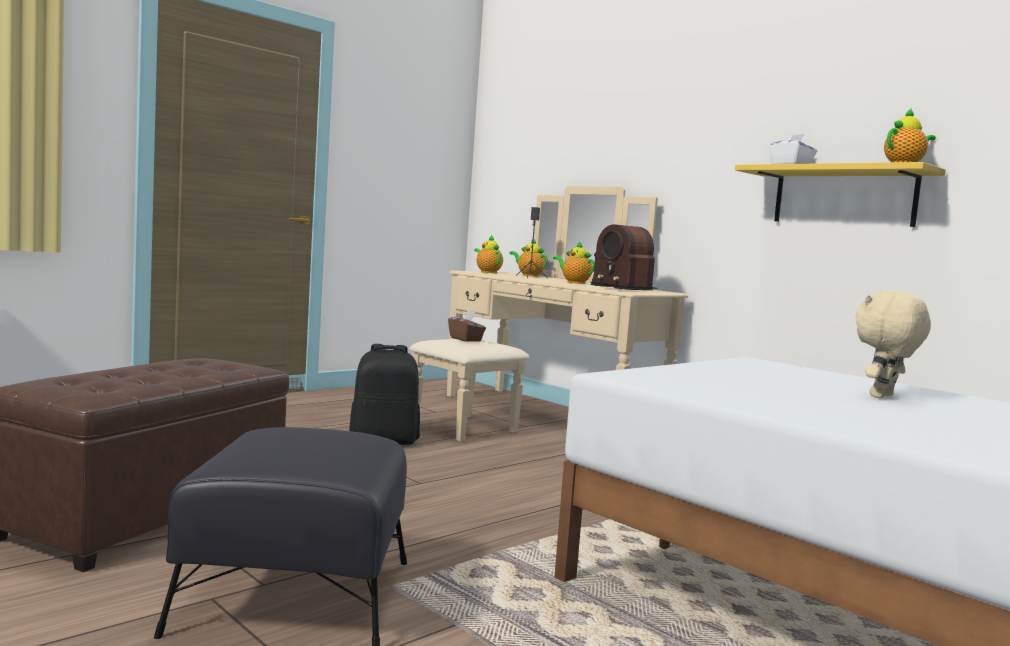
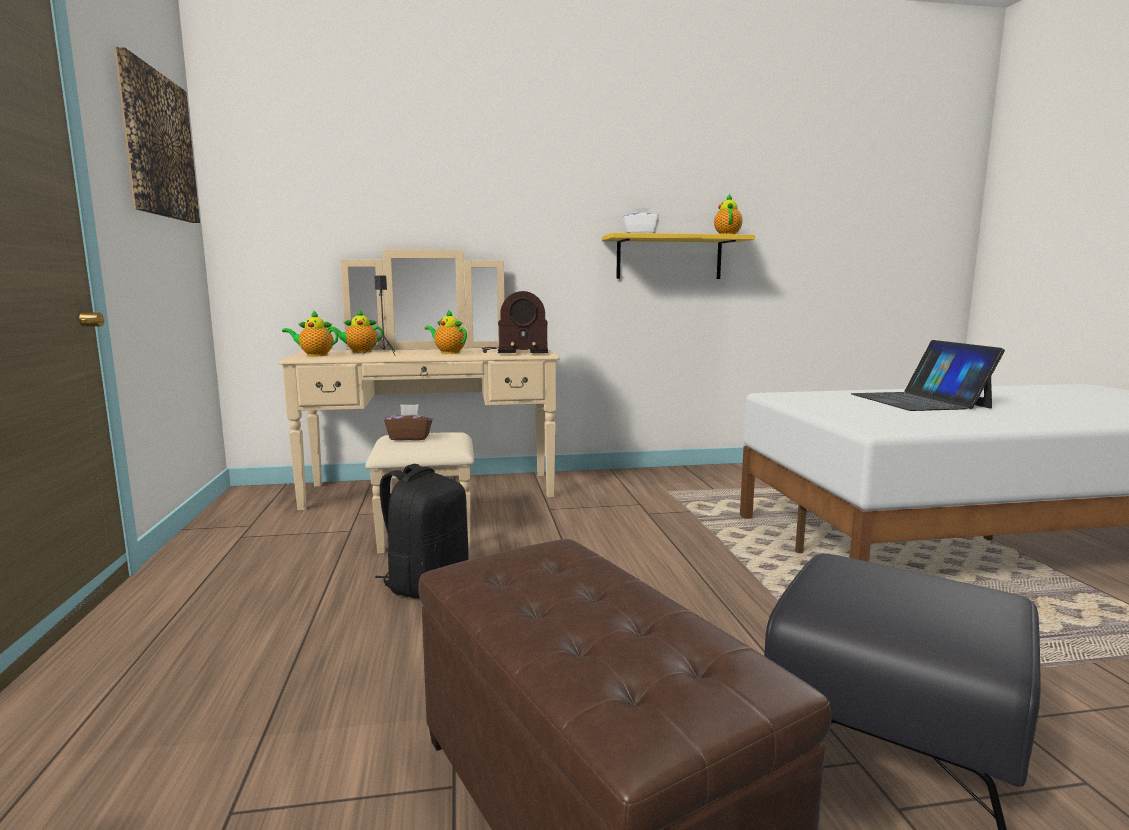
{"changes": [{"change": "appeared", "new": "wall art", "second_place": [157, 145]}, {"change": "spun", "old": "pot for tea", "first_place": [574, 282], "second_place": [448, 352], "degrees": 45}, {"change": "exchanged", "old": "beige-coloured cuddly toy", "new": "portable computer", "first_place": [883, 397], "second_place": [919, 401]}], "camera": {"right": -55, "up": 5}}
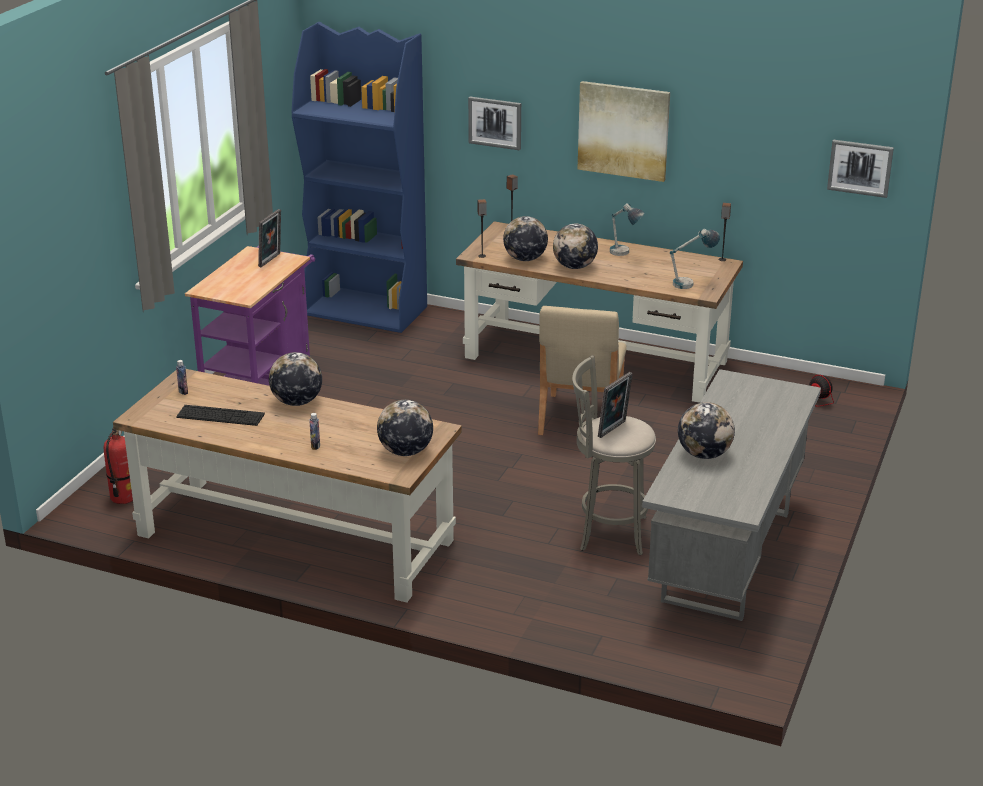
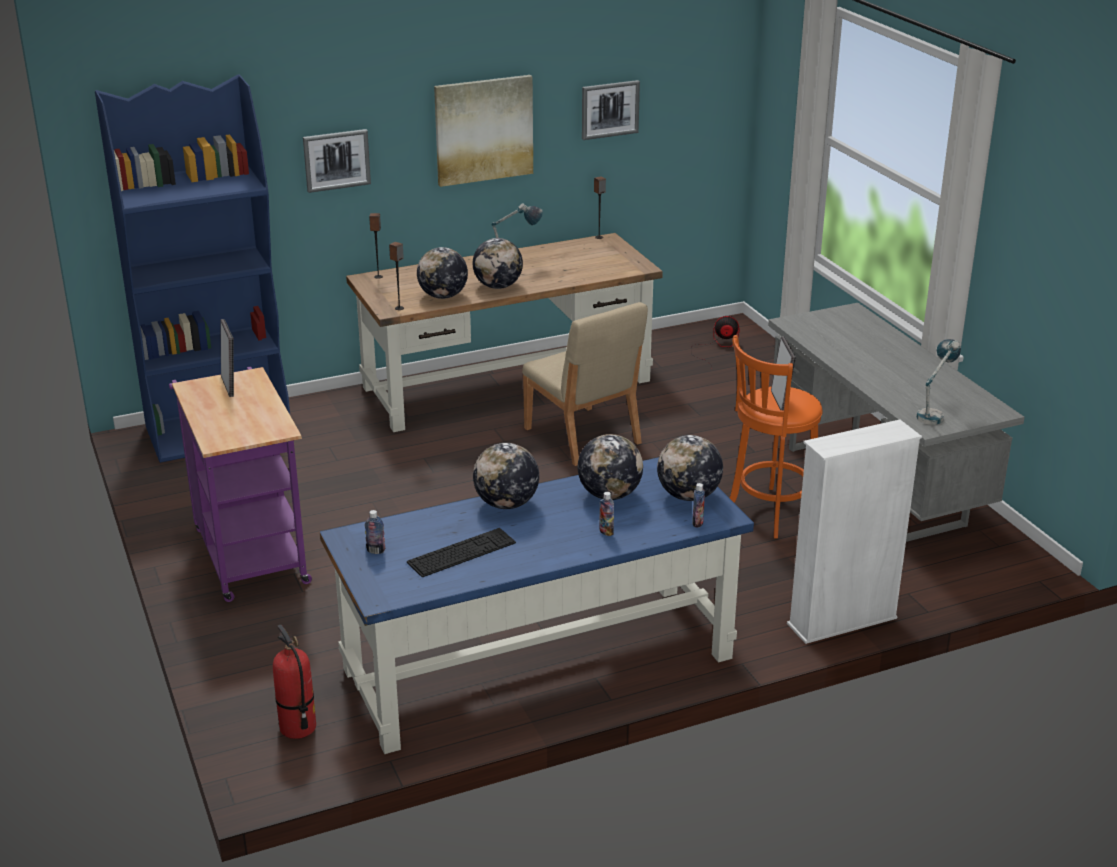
{"changes": [{"change": "colour", "old": "brownish desk table", "new": "blue desk table", "first_place": [293, 538], "second_place": [537, 665]}, {"change": "relocated", "old": "desk globe", "first_place": [704, 454], "second_place": [609, 495]}, {"change": "relocated", "old": "wall art", "first_place": [860, 168], "second_place": [609, 109]}, {"change": "appeared", "new": "beverage bottle", "second_place": [697, 523]}, {"change": "colour", "old": "greyish stool", "new": "orangey stool", "first_place": [608, 533], "second_place": [769, 514]}, {"change": "appeared", "new": "white-coloured shelving unit", "second_place": [842, 621]}, {"change": "relocated", "old": "tabletop lamp", "first_place": [691, 283], "second_place": [934, 413]}], "camera": {"right": -45, "up": 0}}
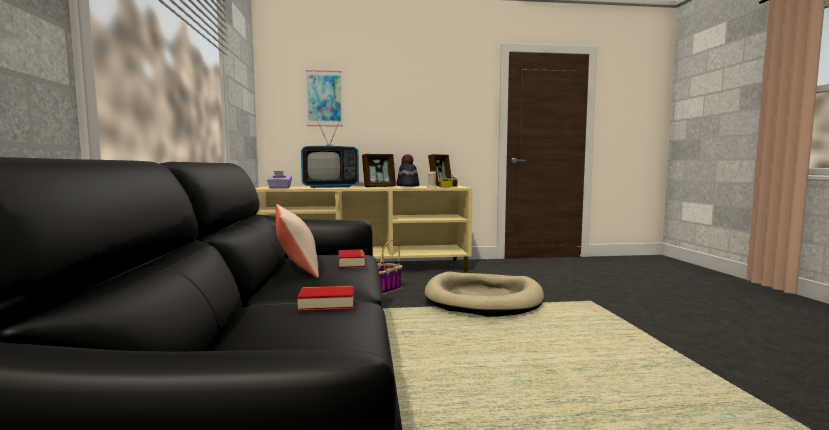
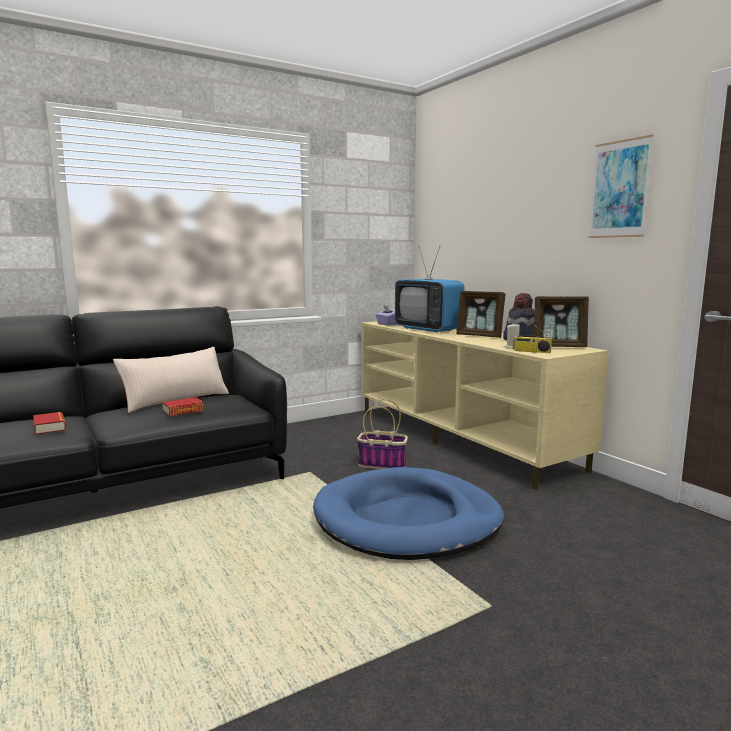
{"changes": [{"change": "colour", "old": "beige-coloured dog cushion", "new": "blue dog cushion", "first_place": [483, 299], "second_place": [407, 520]}, {"change": "relocated", "old": "wall art", "first_place": [324, 98], "second_place": [619, 189]}], "camera": {"right": 65, "up": 5}}
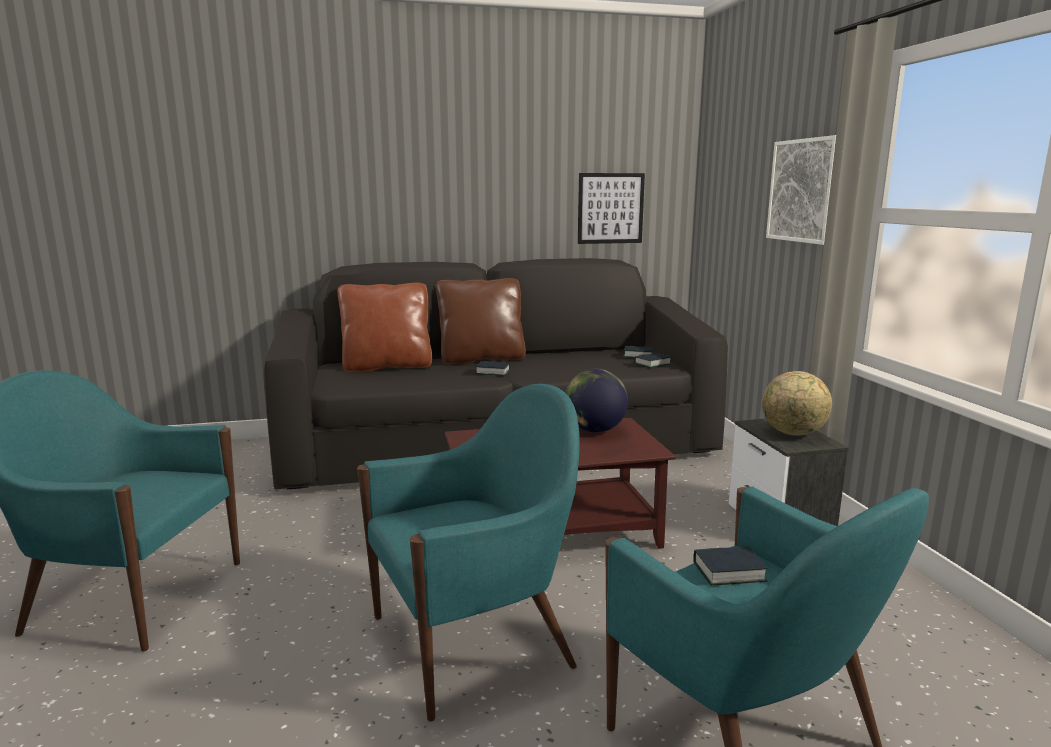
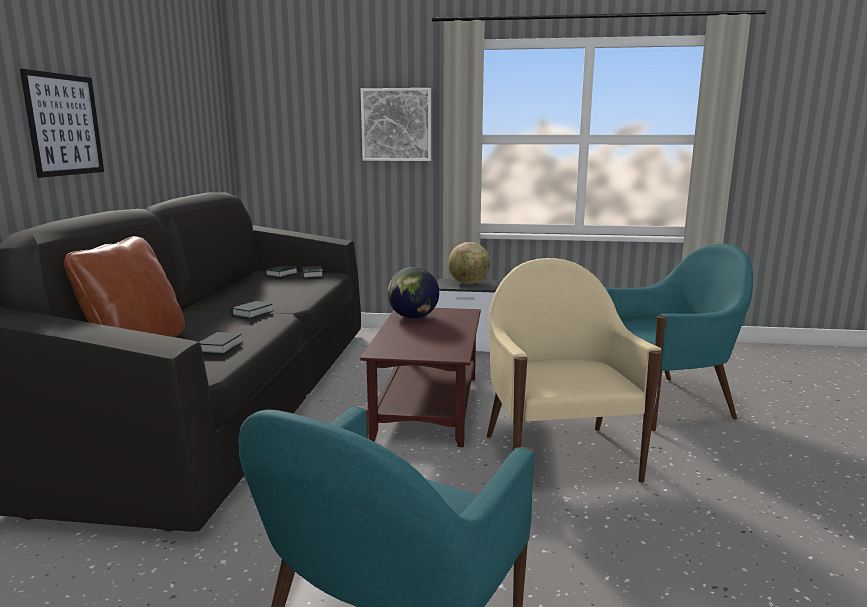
{"changes": [{"change": "relocated", "old": "wall art", "first_place": [610, 208], "second_place": [64, 125]}, {"change": "relocated", "old": "bound book", "first_place": [728, 572], "second_place": [219, 348]}, {"change": "colour", "old": "blue-green lounge chair", "new": "beige-coloured lounge chair", "first_place": [475, 640], "second_place": [558, 456]}, {"change": "missing", "old": "brownish throw pillow", "first_place": [481, 359]}], "camera": {"right": -70, "up": 0}}
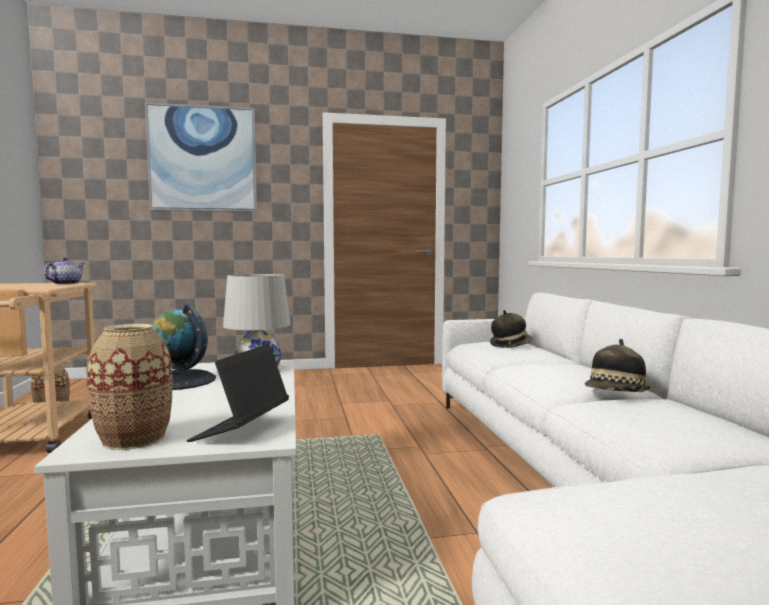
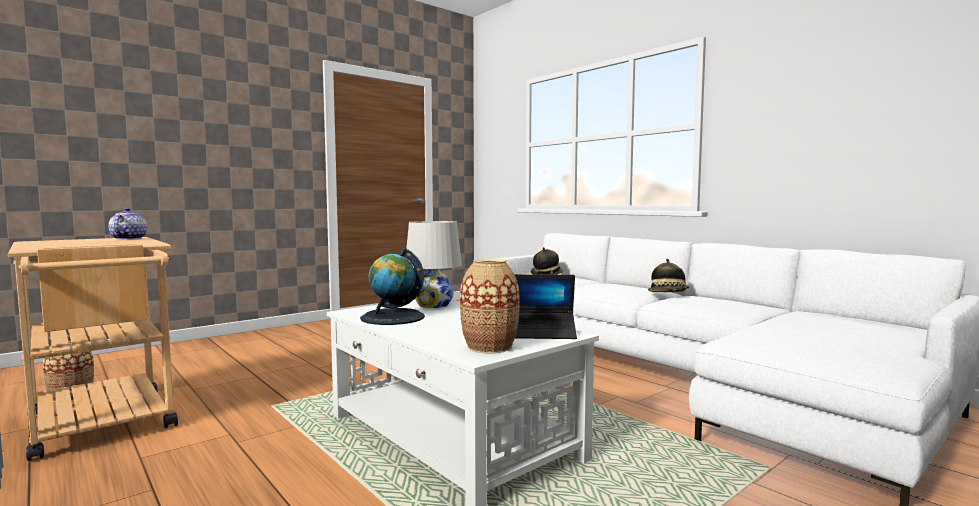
{"changes": [{"change": "spun", "old": "portable computer", "first_place": [241, 429], "second_place": [540, 333], "degrees": -75}, {"change": "missing", "old": "wall art", "first_place": [203, 159]}], "camera": {"right": -30, "up": 0}}
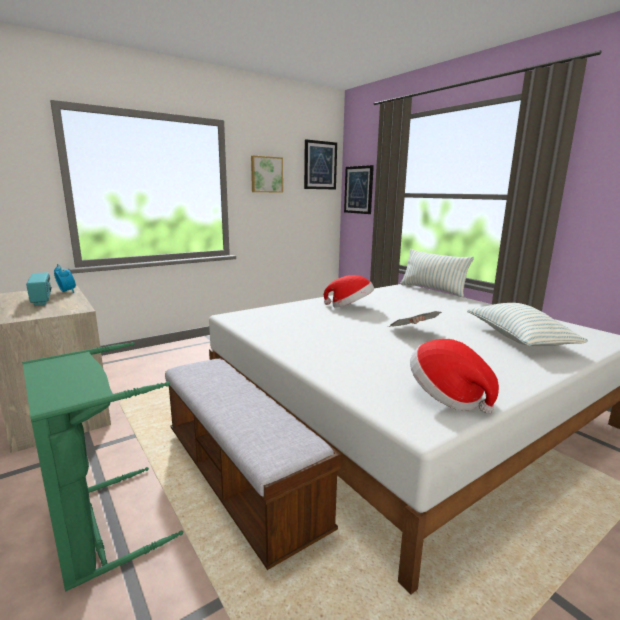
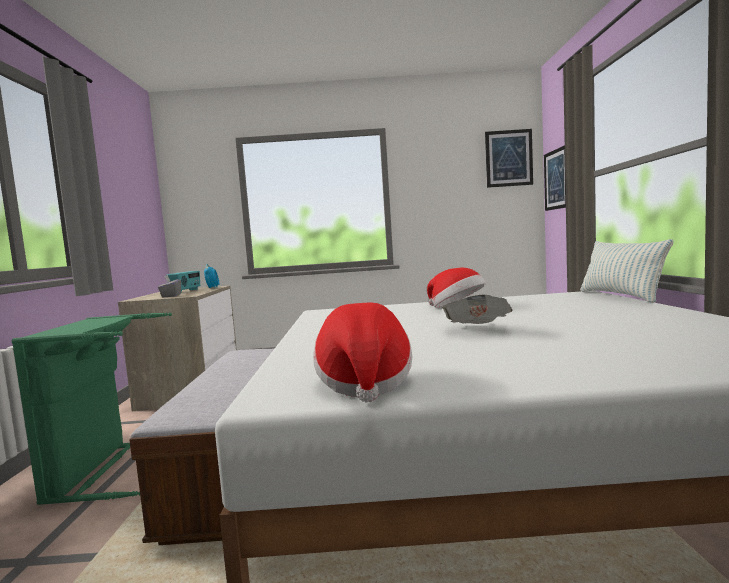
{"changes": [{"change": "appeared", "new": "greyish box of tissues", "second_place": [171, 296]}, {"change": "missing", "old": "wall art", "first_place": [266, 174]}, {"change": "missing", "old": "throw pillow", "first_place": [518, 339]}], "camera": {"right": 35, "up": -10}}
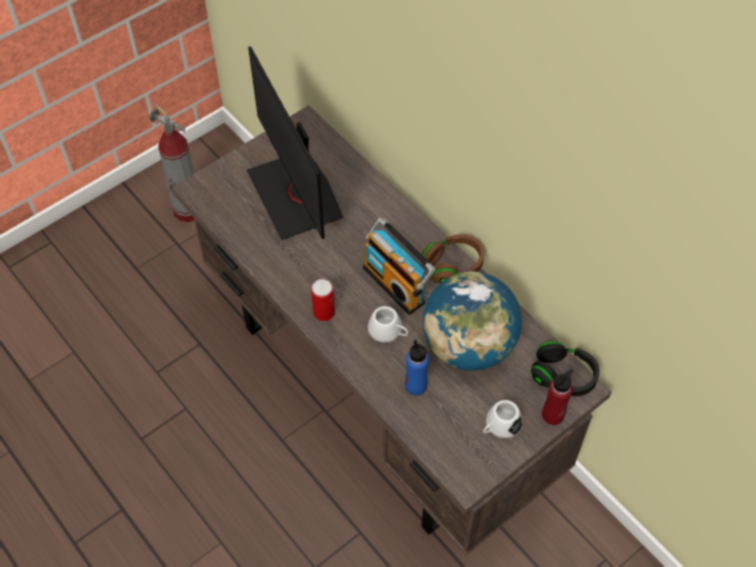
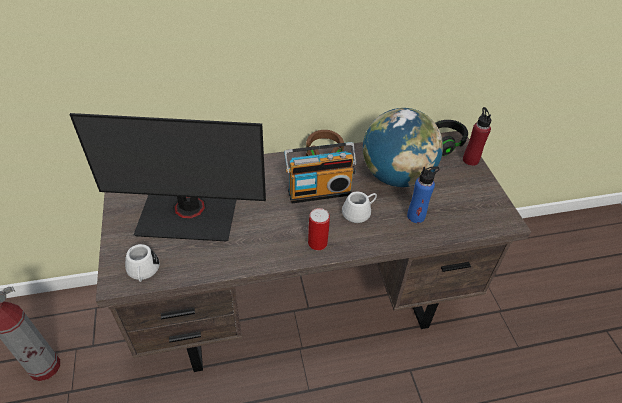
{"changes": [{"change": "relocated", "old": "white-coloured mug", "first_place": [499, 426], "second_place": [143, 271]}], "camera": {"right": -65, "up": -10}}
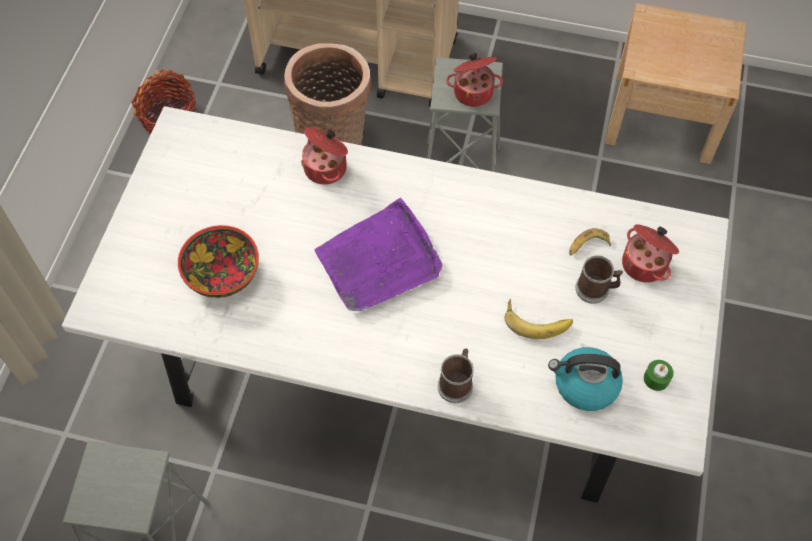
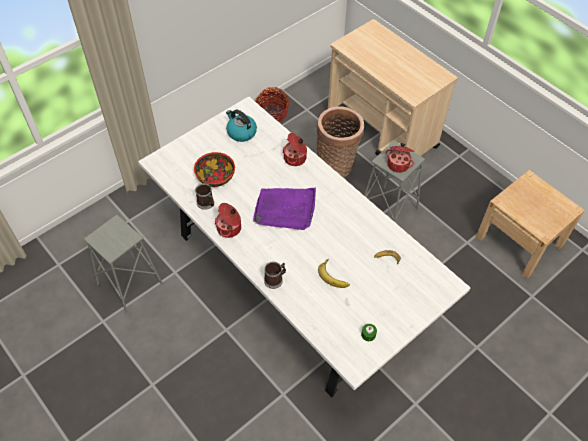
{"changes": [{"change": "relocated", "old": "mug", "first_place": [596, 289], "second_place": [206, 203]}, {"change": "relocated", "old": "stockpot", "first_place": [645, 264], "second_place": [230, 228]}, {"change": "relocated", "old": "tea kettle", "first_place": [584, 385], "second_place": [241, 132]}], "camera": {"right": 35, "up": -5}}
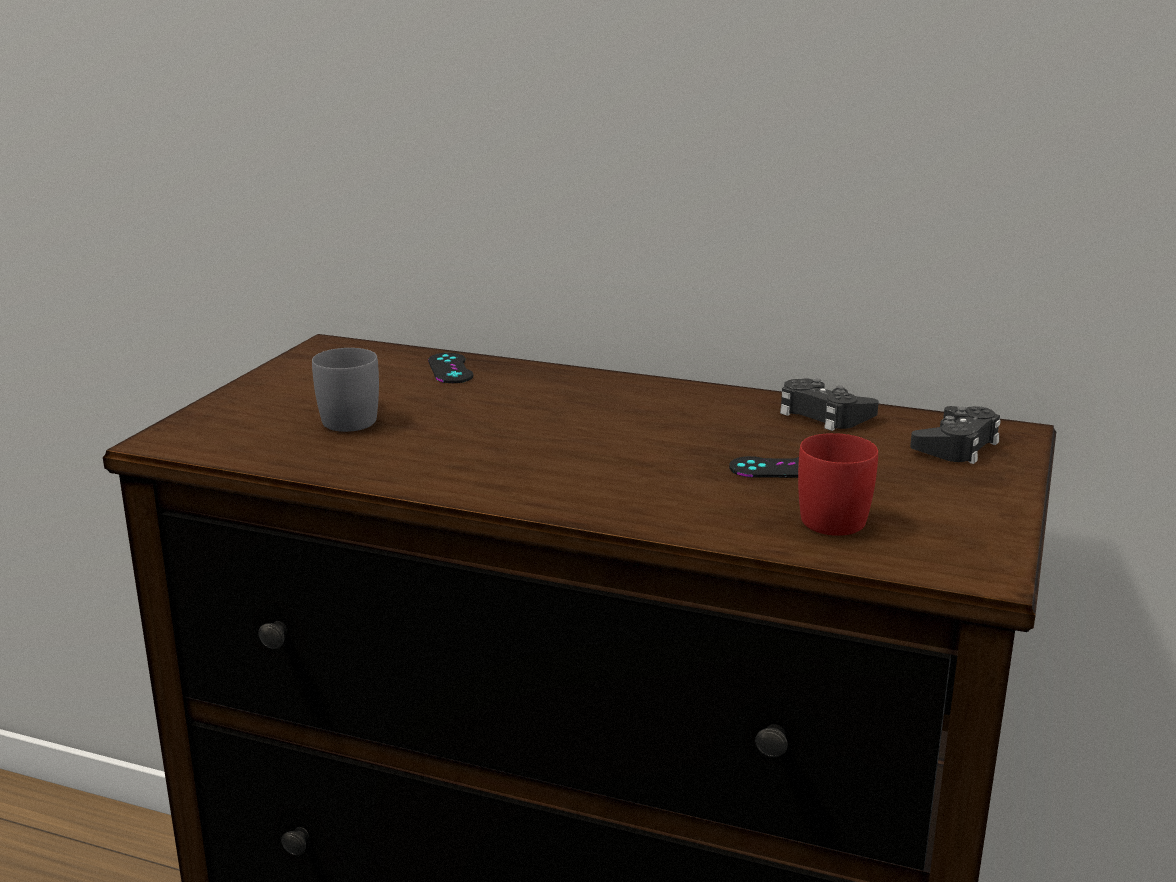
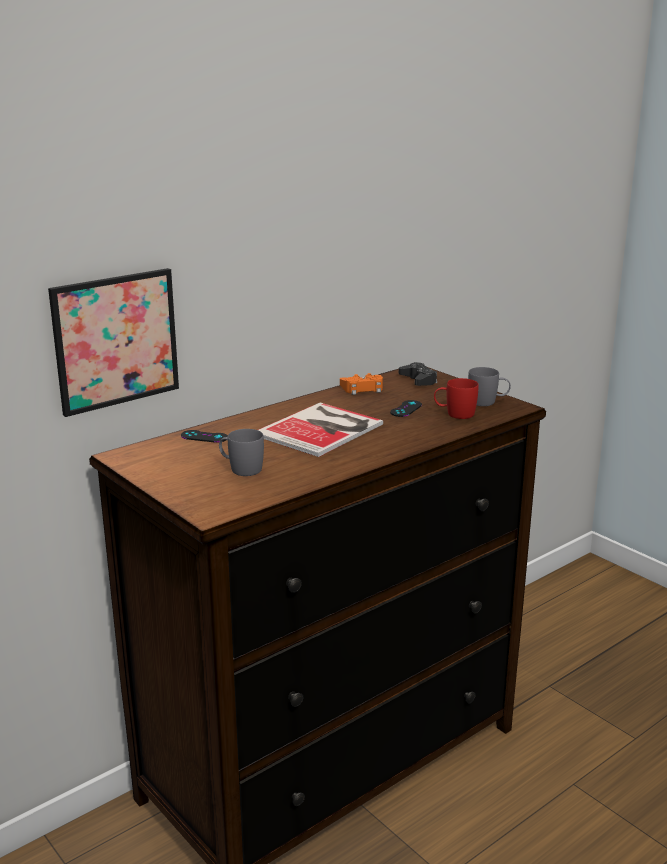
{"changes": [{"change": "appeared", "new": "wall art", "second_place": [116, 340]}, {"change": "appeared", "new": "bound book", "second_place": [323, 429]}, {"change": "colour", "old": "black game controller", "new": "orangey game controller", "first_place": [823, 414], "second_place": [363, 389]}, {"change": "appeared", "new": "greyish mug", "second_place": [488, 402]}], "camera": {"right": -60, "up": 0}}
